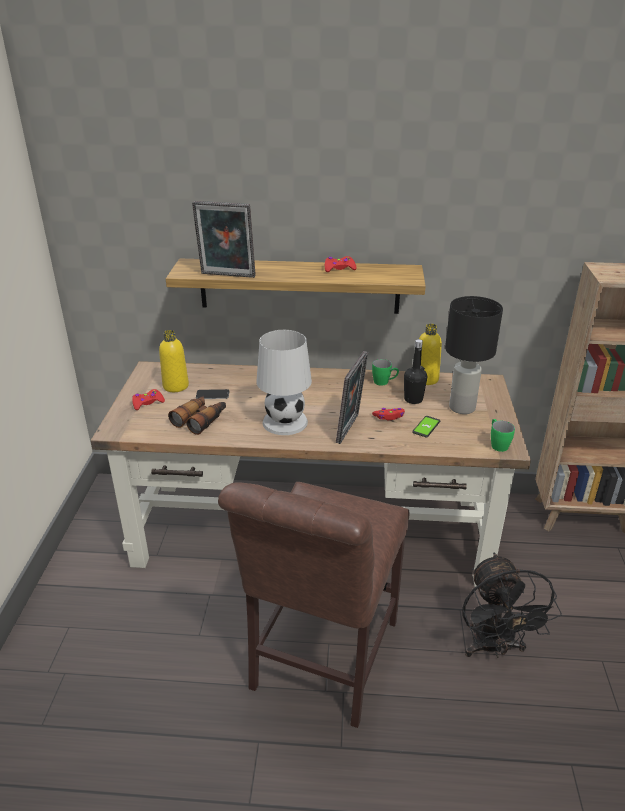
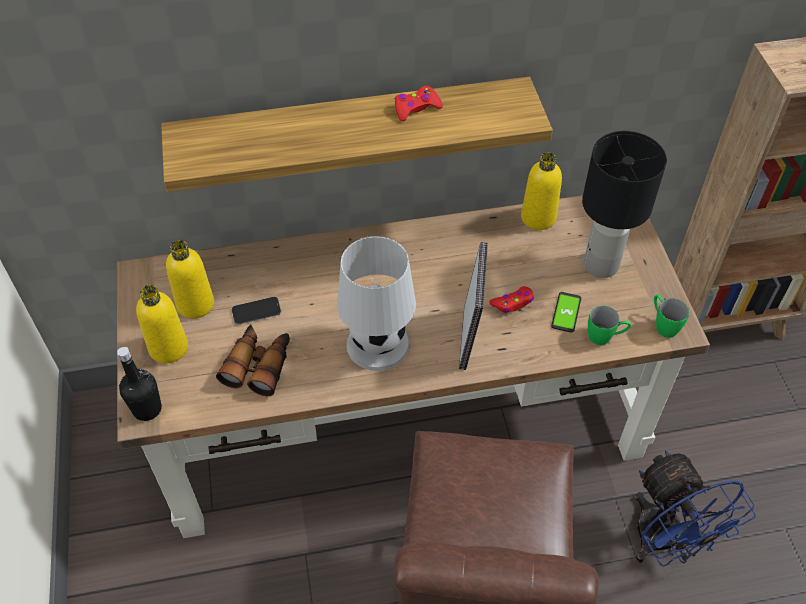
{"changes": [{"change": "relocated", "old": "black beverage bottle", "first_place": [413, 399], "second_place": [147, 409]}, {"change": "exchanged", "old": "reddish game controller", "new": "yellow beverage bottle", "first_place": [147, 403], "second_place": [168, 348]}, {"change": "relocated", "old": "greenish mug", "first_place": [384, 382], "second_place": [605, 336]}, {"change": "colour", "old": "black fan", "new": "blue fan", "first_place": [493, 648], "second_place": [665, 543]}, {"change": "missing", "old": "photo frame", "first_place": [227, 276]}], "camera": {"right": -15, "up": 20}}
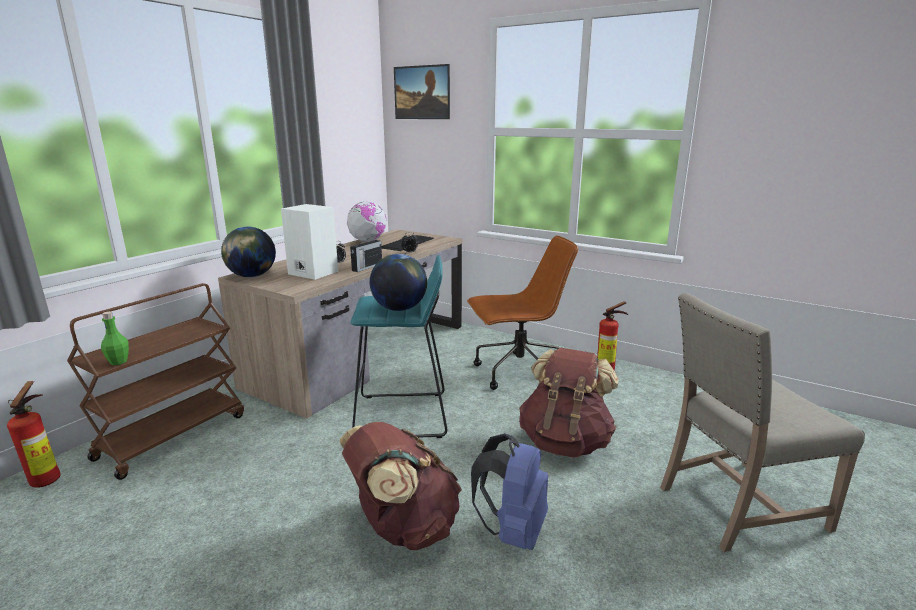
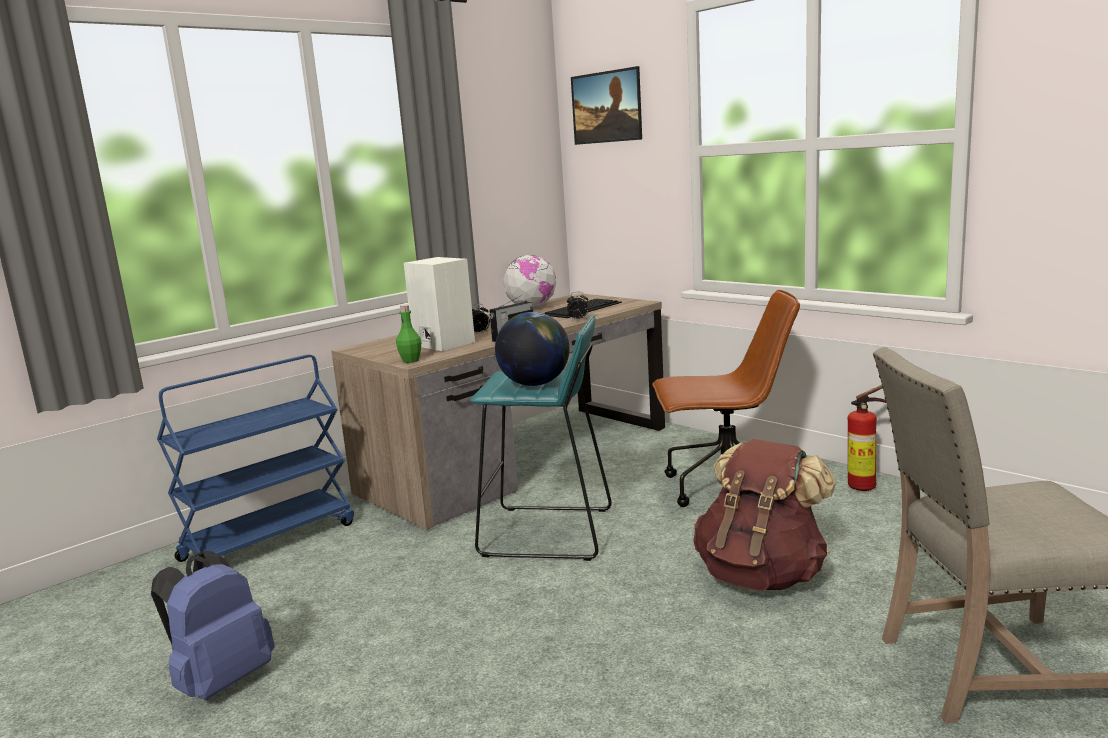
{"changes": [{"change": "relocated", "old": "blue backpack", "first_place": [513, 530], "second_place": [221, 681]}, {"change": "colour", "old": "brownish wheeled cart", "new": "blue wheeled cart", "first_place": [173, 436], "second_place": [269, 540]}, {"change": "relocated", "old": "greenish beverage bottle", "first_place": [118, 362], "second_place": [410, 360]}, {"change": "missing", "old": "extinguisher", "first_place": [49, 478]}, {"change": "missing", "old": "desk globe", "first_place": [251, 276]}, {"change": "missing", "old": "brownish backpack", "first_place": [403, 527]}], "camera": {"right": 15, "up": -5}}
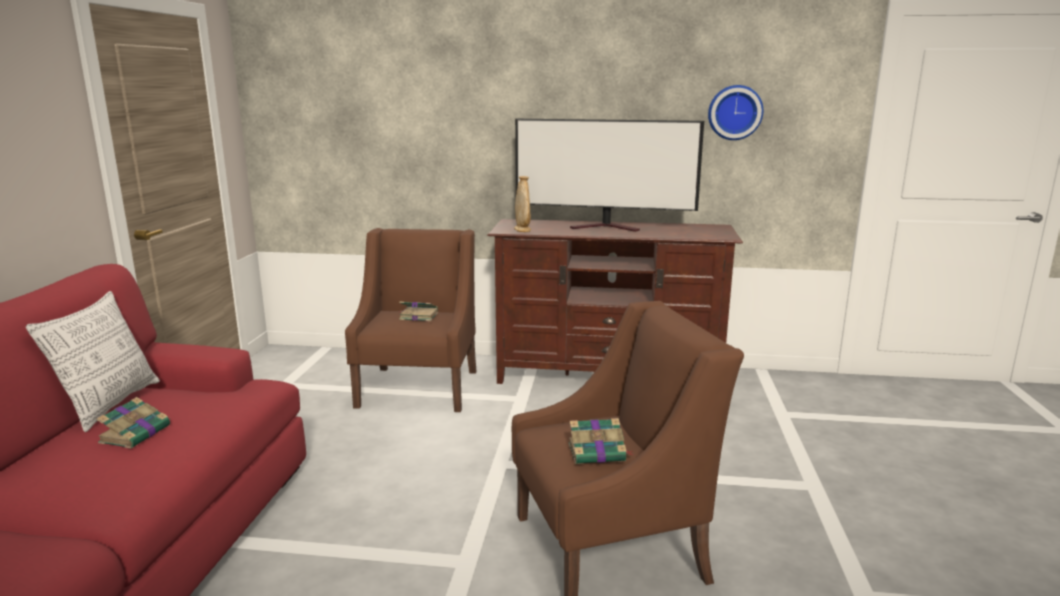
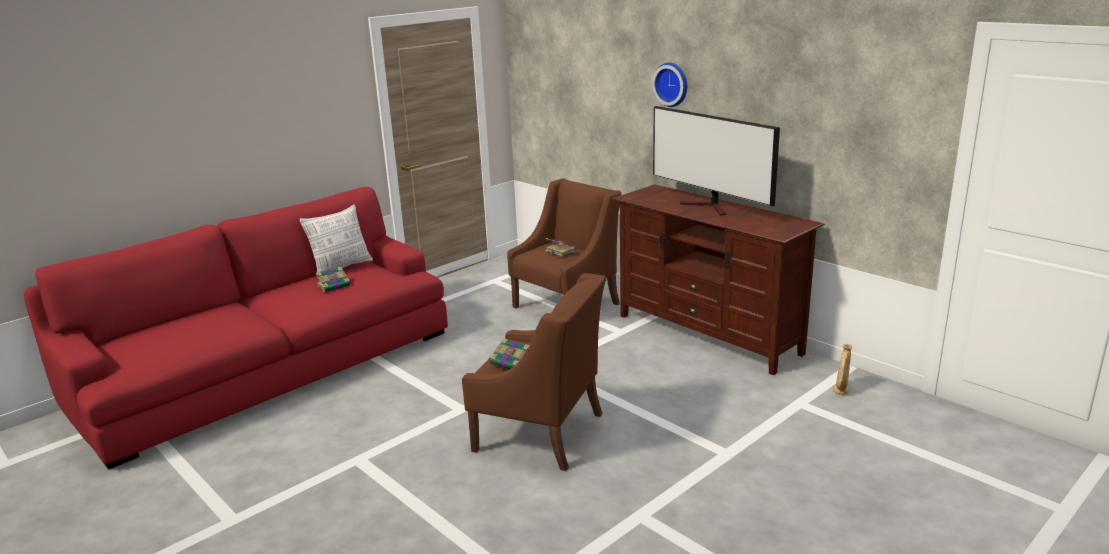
{"changes": [{"change": "relocated", "old": "clock on the wall", "first_place": [734, 112], "second_place": [672, 84]}, {"change": "relocated", "old": "beige-coloured flower vase", "first_place": [522, 230], "second_place": [840, 390]}], "camera": {"right": 40, "up": 5}}
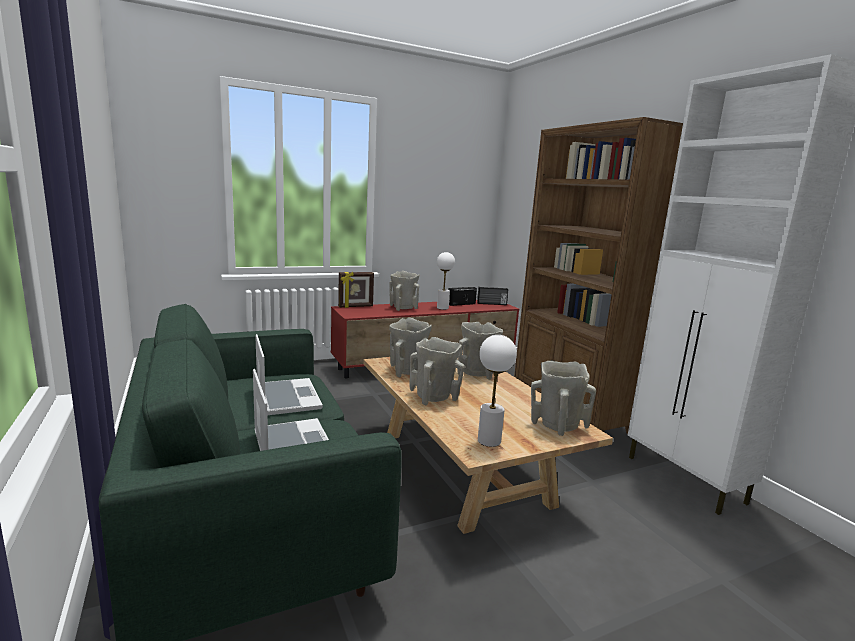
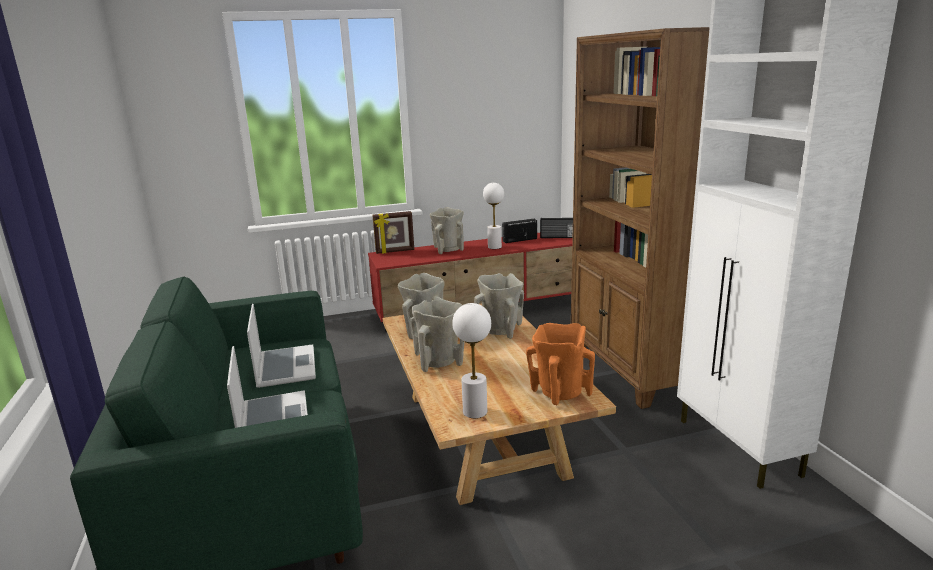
{"changes": [{"change": "colour", "old": "beige-coloured flower vase", "new": "orangey flower vase", "first_place": [557, 425], "second_place": [559, 393]}], "camera": {"right": 10, "up": 5}}
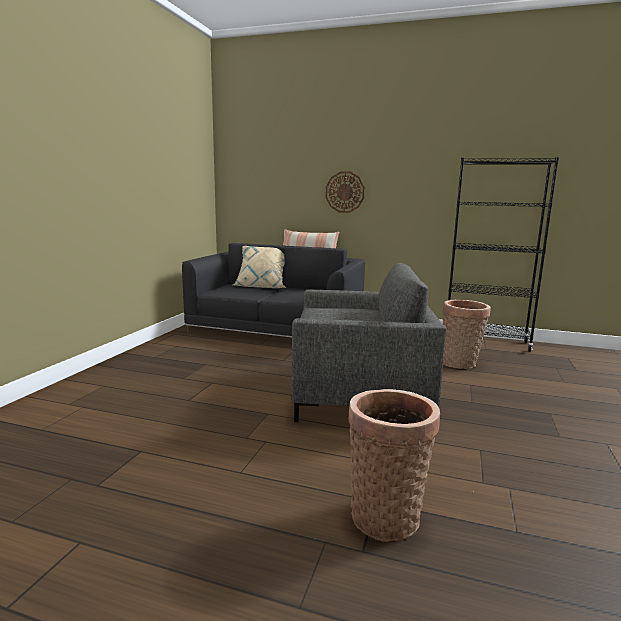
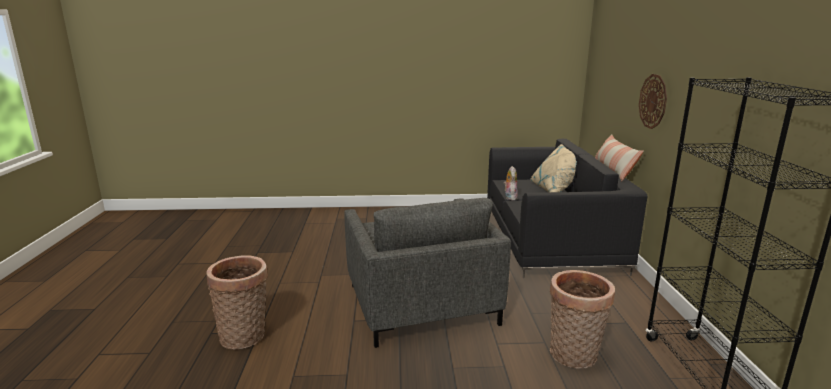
{"changes": [{"change": "appeared", "new": "cuddly toy", "second_place": [509, 197]}], "camera": {"right": 70, "up": 5}}
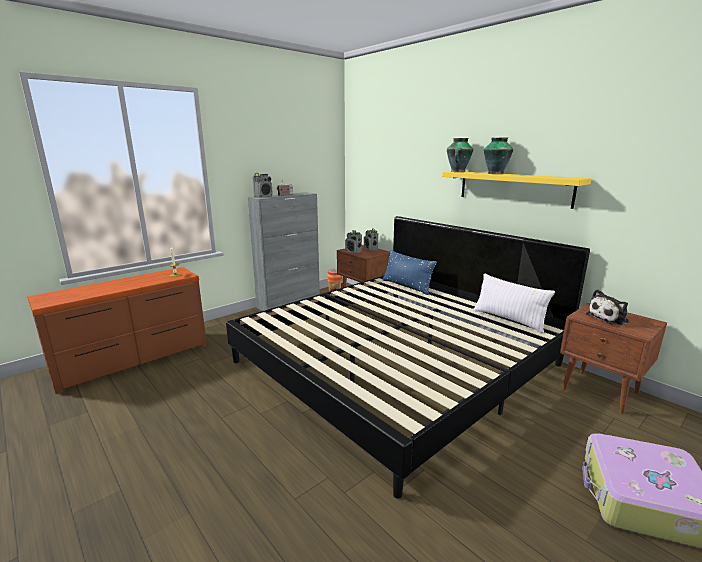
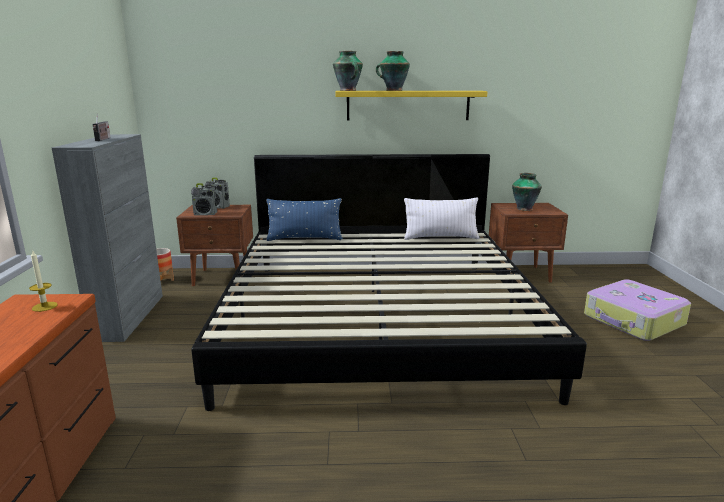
{"changes": [{"change": "exchanged", "old": "cuddly toy", "new": "flower vase", "first_place": [609, 318], "second_place": [524, 209]}, {"change": "missing", "old": "radio set", "first_place": [263, 196]}], "camera": {"right": -50, "up": 0}}
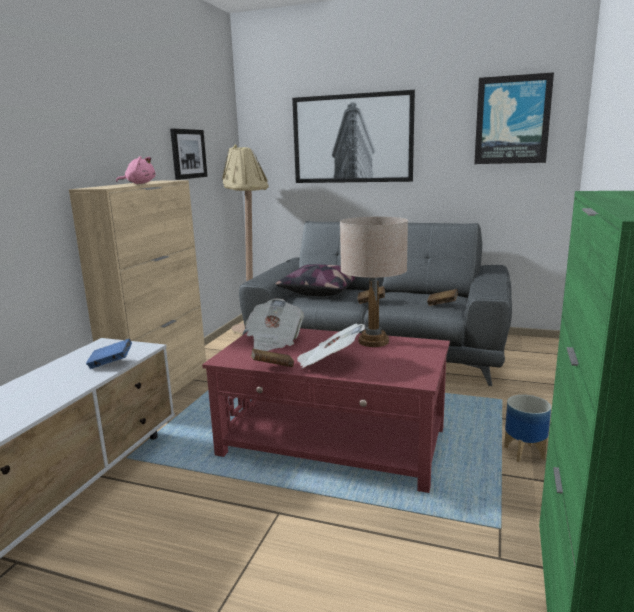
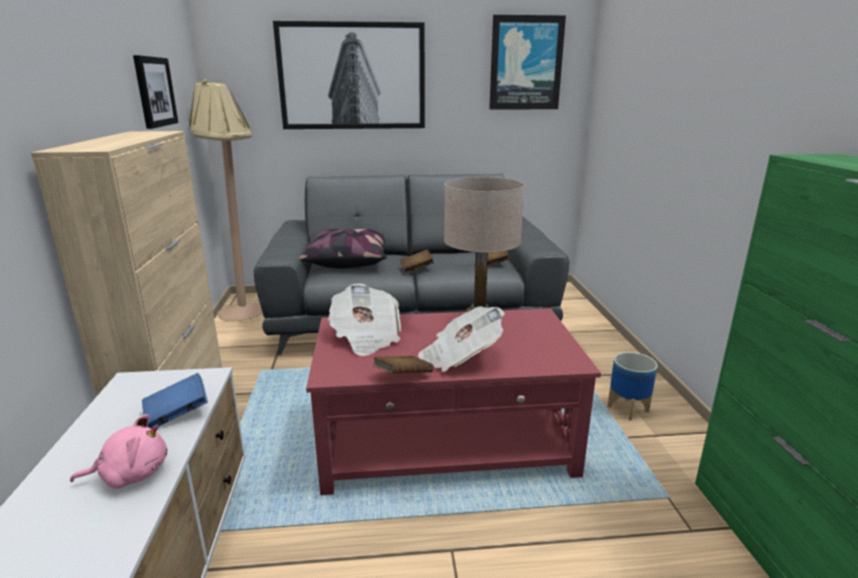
{"changes": [{"change": "relocated", "old": "pink-coloured cuddly toy", "first_place": [139, 183], "second_place": [131, 474]}], "camera": {"right": -25, "up": 5}}
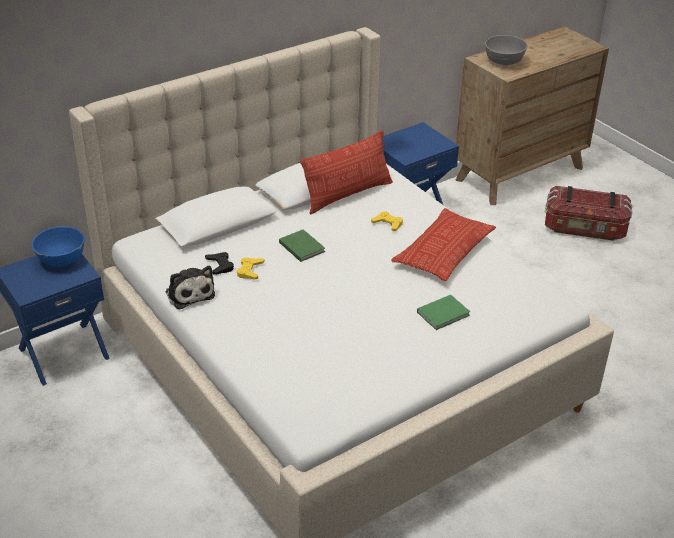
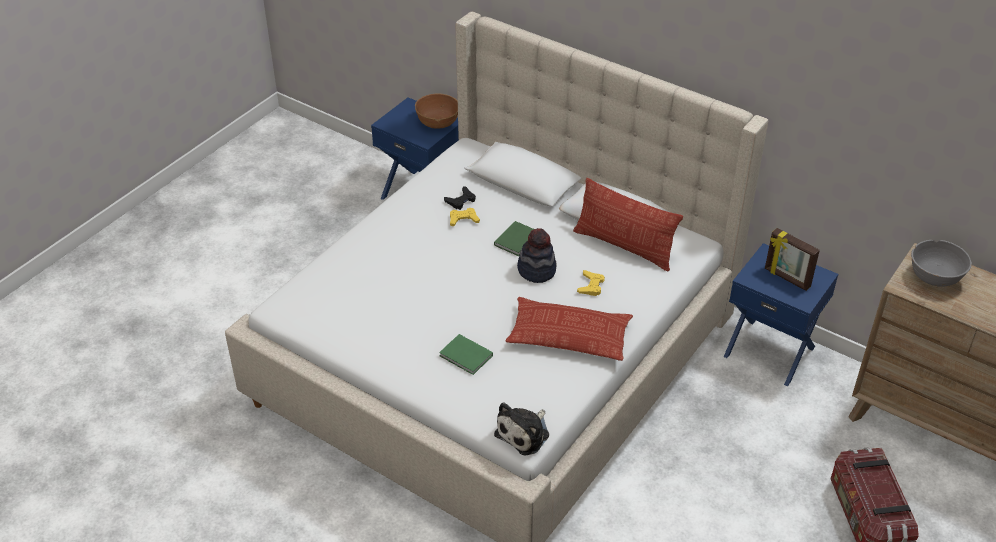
{"changes": [{"change": "colour", "old": "blue serving bowl", "new": "brownish serving bowl", "first_place": [61, 259], "second_place": [438, 122]}, {"change": "relocated", "old": "cuddly toy", "first_place": [189, 293], "second_place": [524, 433]}, {"change": "appeared", "new": "clothing hat", "second_place": [536, 270]}, {"change": "appeared", "new": "photo frame", "second_place": [786, 278]}], "camera": {"right": 70, "up": 5}}
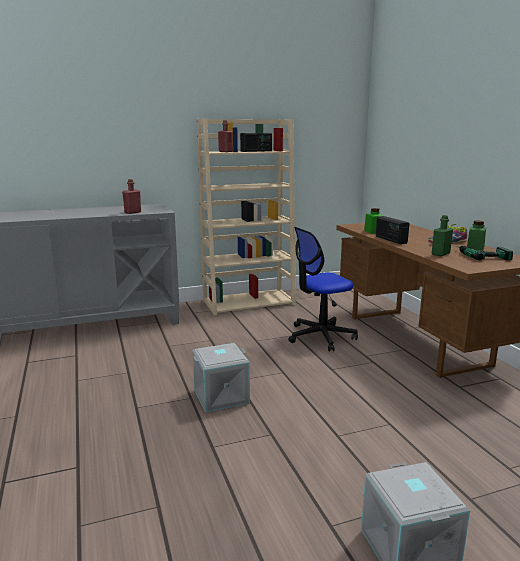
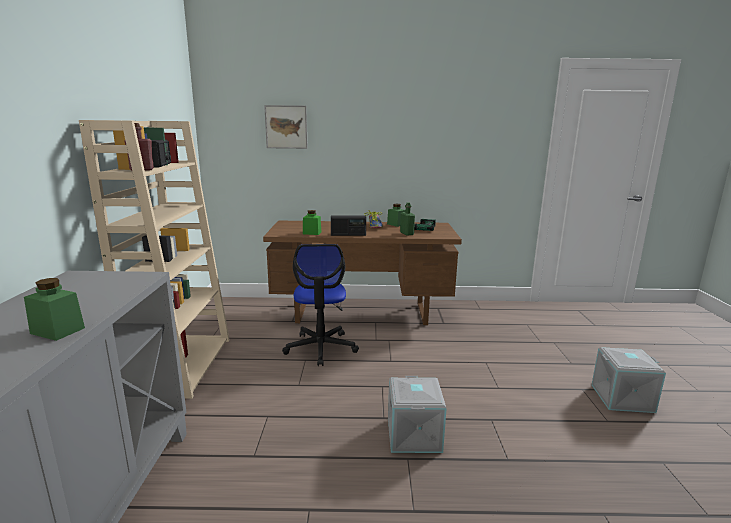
{"changes": [{"change": "appeared", "new": "greenish jar", "second_place": [57, 331]}, {"change": "appeared", "new": "wall art", "second_place": [286, 127]}, {"change": "missing", "old": "reddish beverage bottle", "first_place": [132, 212]}], "camera": {"right": -70, "up": 0}}
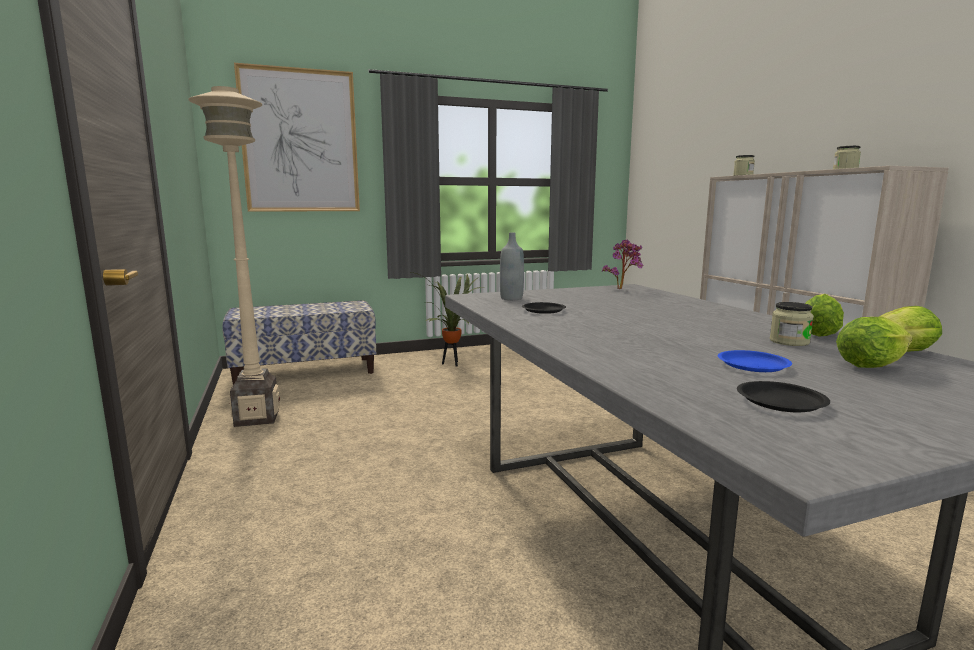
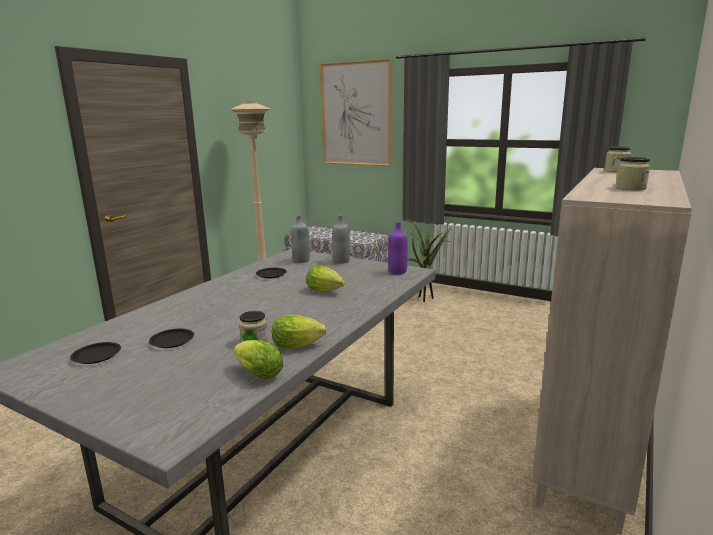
{"changes": [{"change": "colour", "old": "blue flat dish", "new": "black flat dish", "first_place": [753, 365], "second_place": [172, 341]}, {"change": "relocated", "old": "head of lettuce", "first_place": [874, 365], "second_place": [326, 291]}, {"change": "appeared", "new": "greyish beverage bottle", "second_place": [341, 261]}, {"change": "exchanged", "old": "plant in a pot", "new": "purple-coloured beverage bottle", "first_place": [623, 289], "second_place": [397, 272]}], "camera": {"right": 50, "up": 5}}
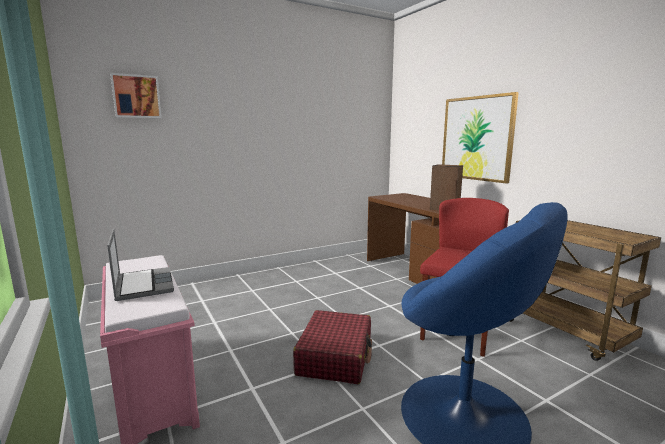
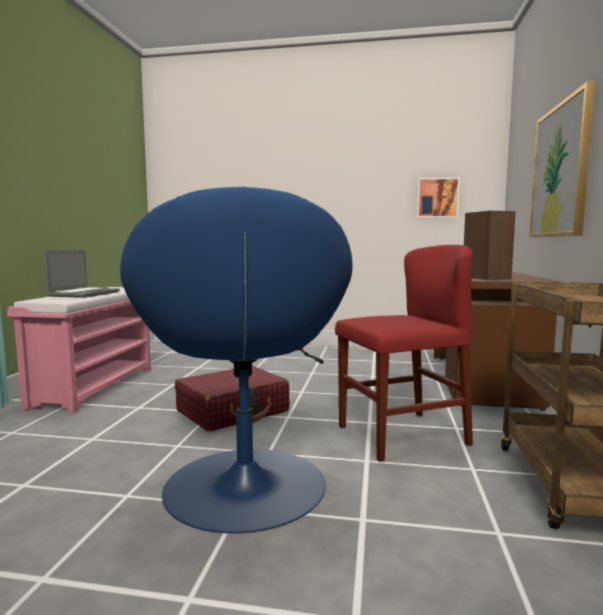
{"changes": [{"change": "relocated", "old": "wall art", "first_place": [136, 96], "second_place": [437, 198]}], "camera": {"right": 40, "up": -5}}
